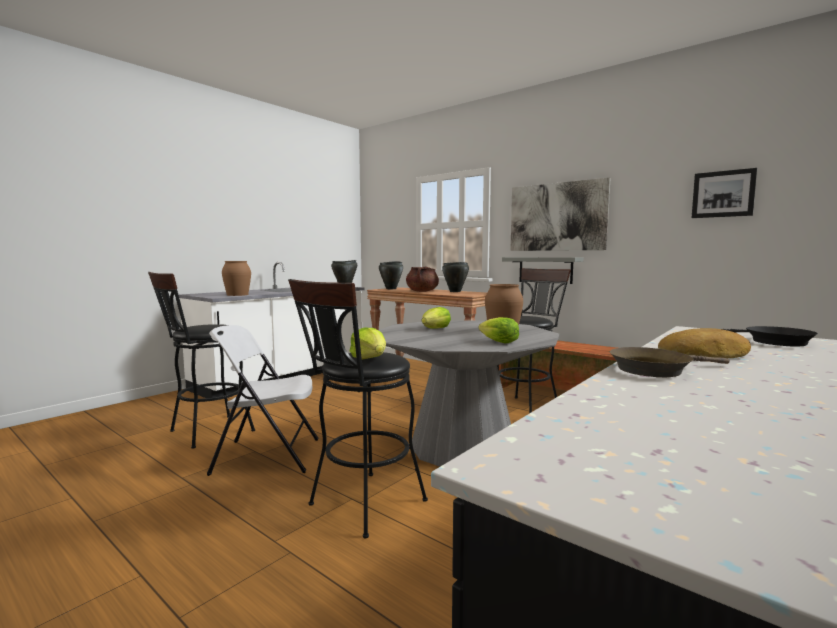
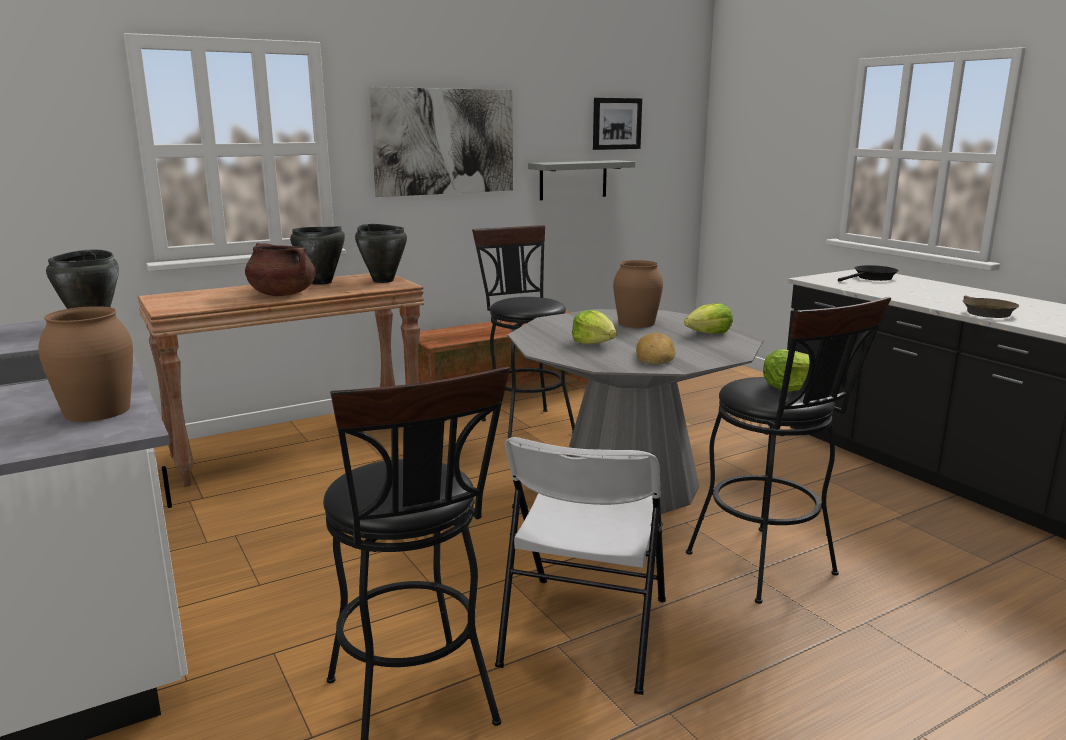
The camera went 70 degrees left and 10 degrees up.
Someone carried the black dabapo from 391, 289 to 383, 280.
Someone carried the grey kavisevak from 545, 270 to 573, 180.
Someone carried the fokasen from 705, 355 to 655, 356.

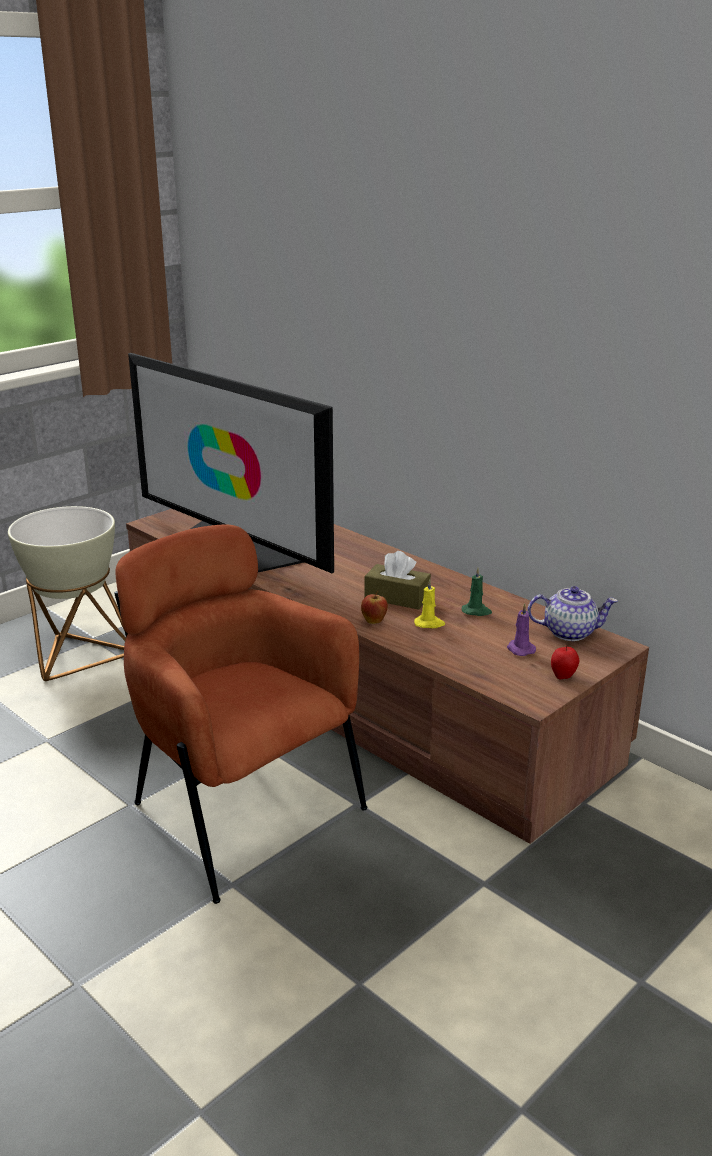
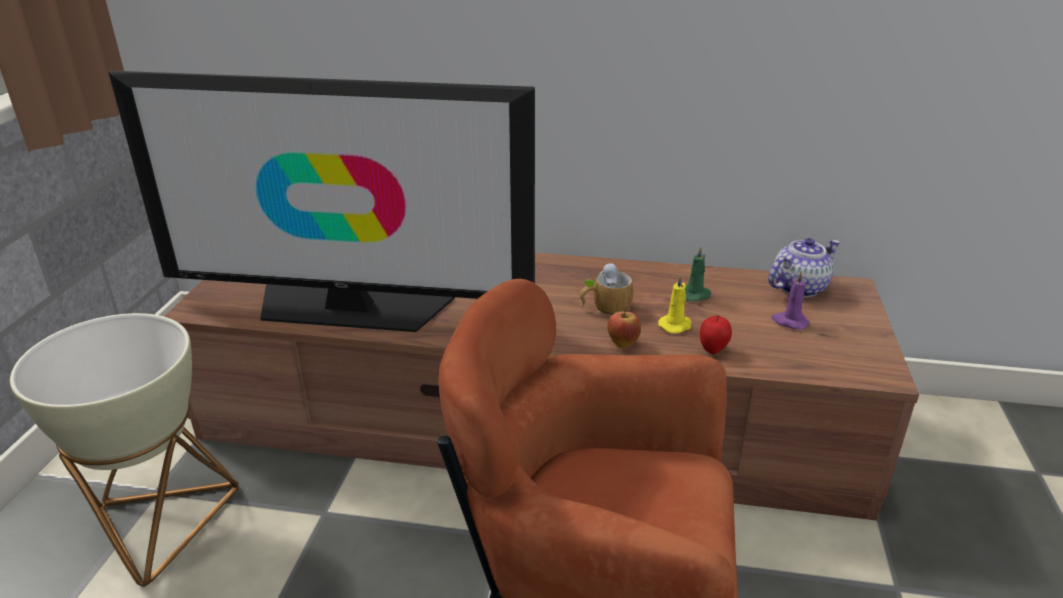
The camera went 35 degrees left and 5 degrees up.
Someone swapped the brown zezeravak at 397, 597 for the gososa at 605, 307.
Someone carried the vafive from 563, 676 to 713, 349.

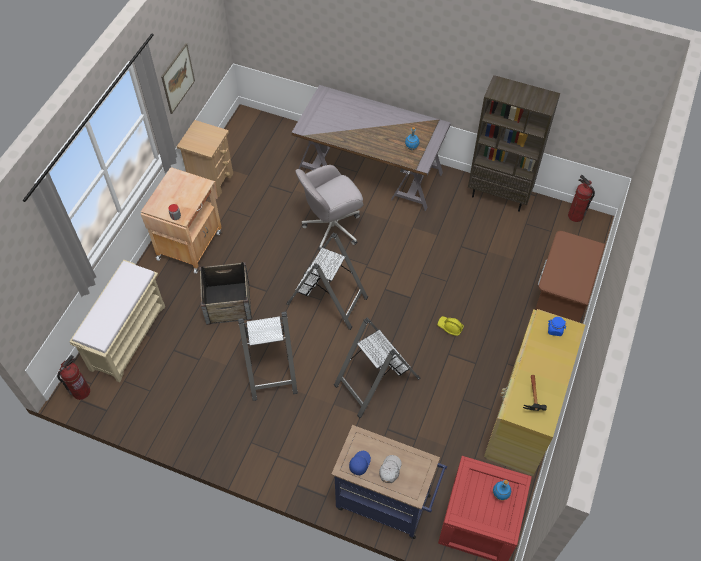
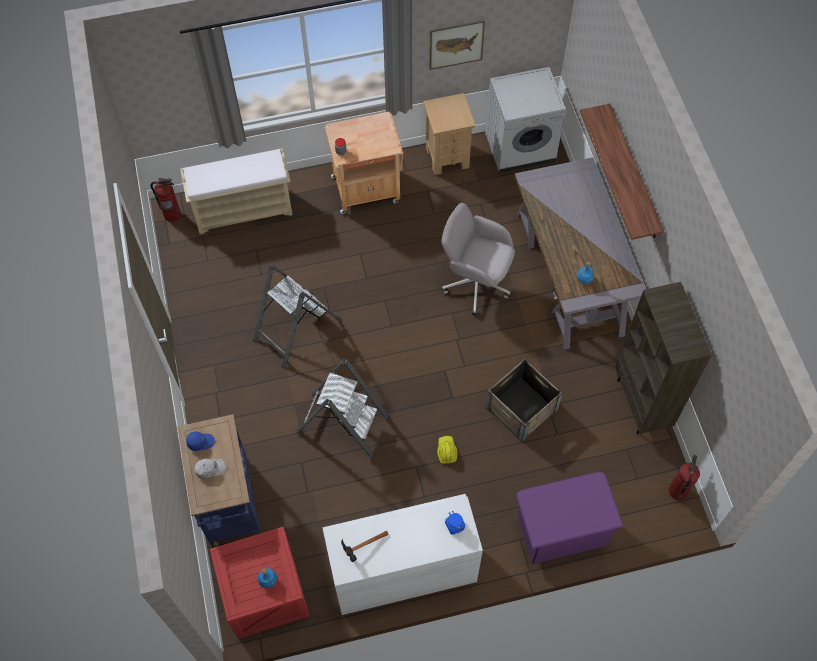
The camera went 55 degrees right and 5 degrees up.
Someone repainted the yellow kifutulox at 524, 413, which became the white kifutulox at 402, 570.
Someone put down the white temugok at 521, 148.
Someone carried the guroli from 227, 302 to 521, 408.
Someone repainted the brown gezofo at 559, 297, which became the purple gezofo at 559, 531.
Someone put up the kavisevak at 634, 173.
Someone took away the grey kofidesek at 328, 300.

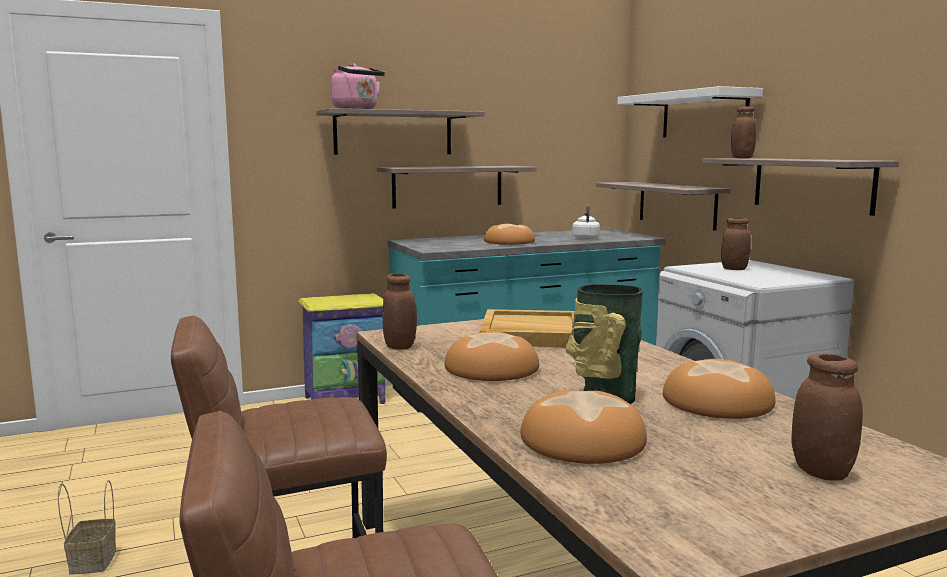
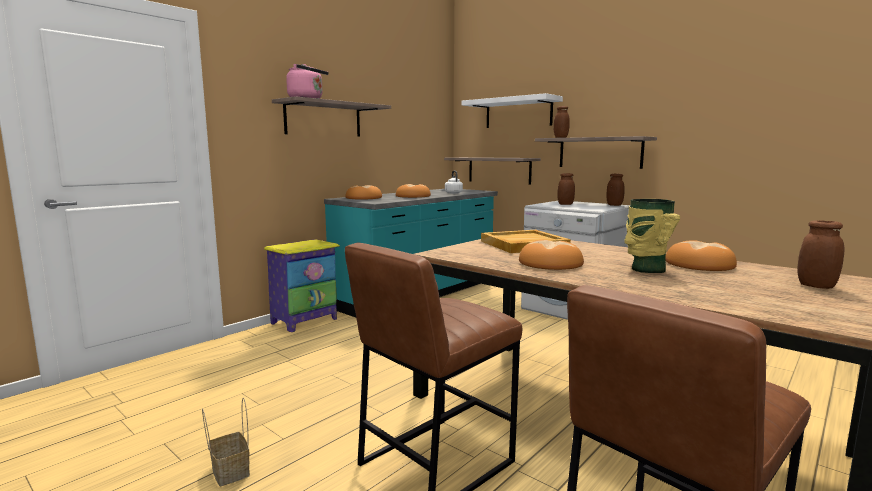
The camera went 25 degrees left and 0 degrees up.
Someone carried the fokasen from 581, 440 to 363, 198.
Someone carried the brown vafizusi from 400, 346 to 614, 205.
Someone took away the kavisevak at 448, 186.

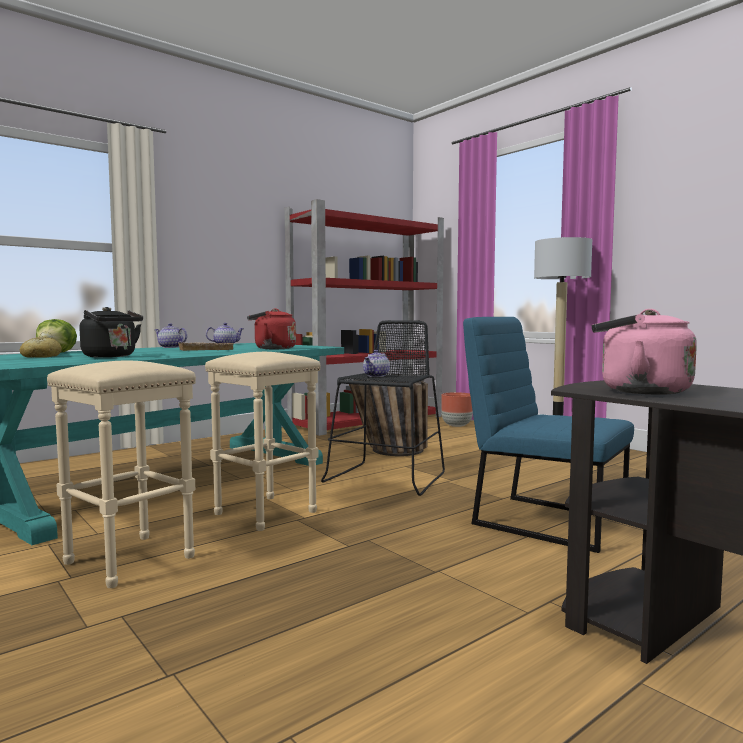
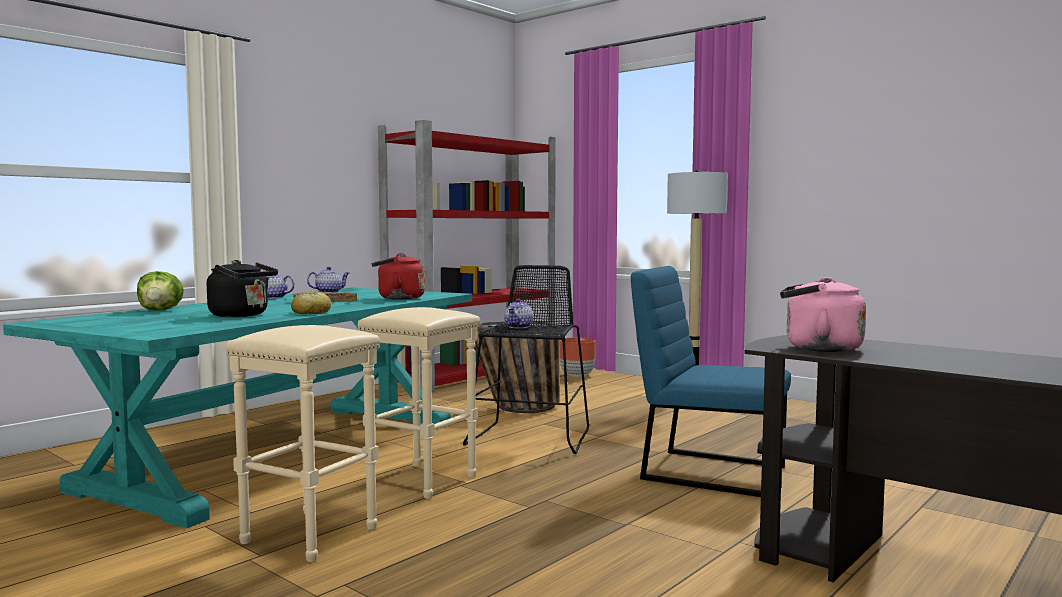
The camera went 10 degrees left and 0 degrees up.
Someone carried the fokasen from 41, 356 to 311, 312.

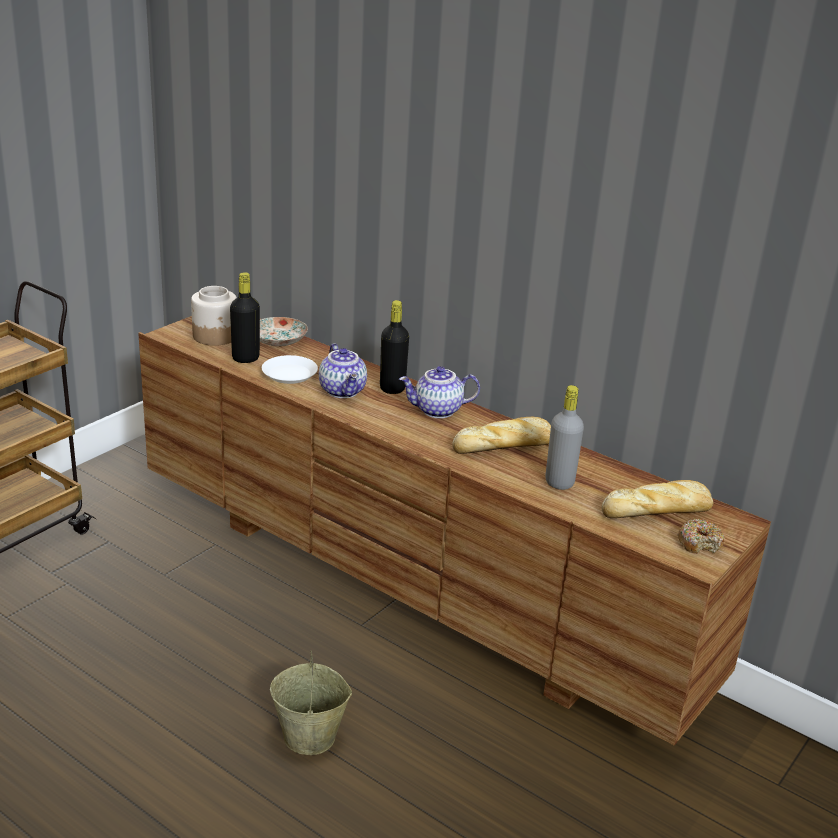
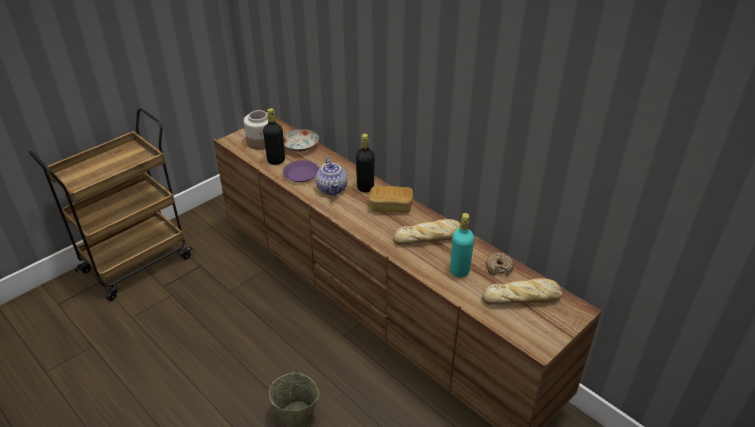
The camera went 10 degrees right and 10 degrees up.
Someone repainted the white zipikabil at 289, 374, which became the purple zipikabil at 301, 174.
Someone swapped the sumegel at 437, 411 for the fokasen at 391, 207.
Someone repainted the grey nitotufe at 559, 482, which became the turquoise nitotufe at 459, 271.
Someone carried the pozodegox from 699, 543 to 499, 268.

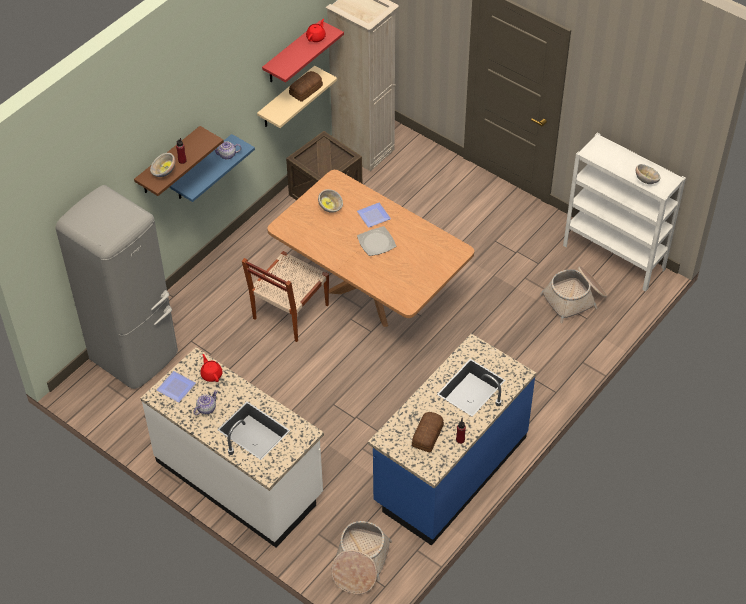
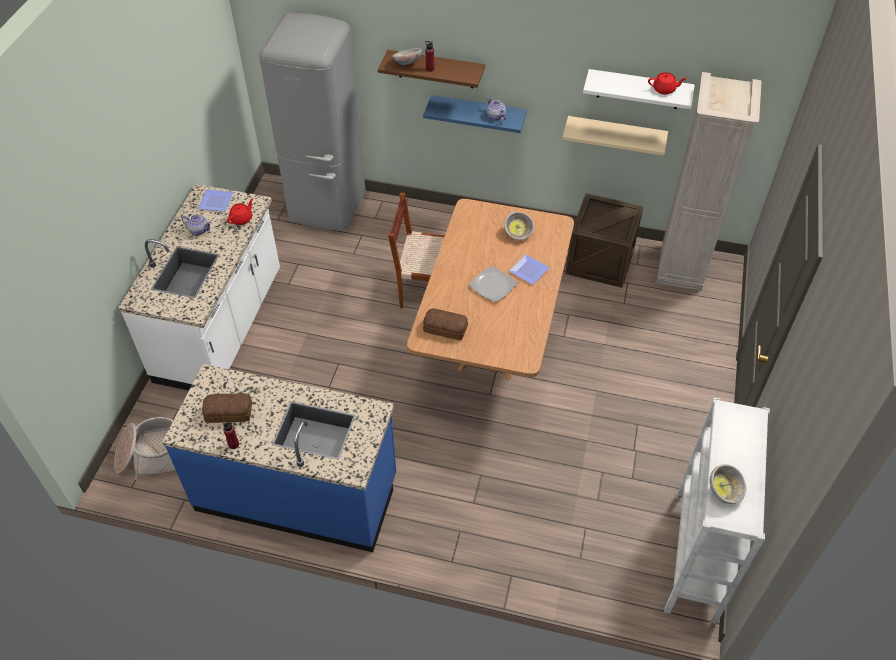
The camera went 65 degrees right and 0 degrees up.
Someone carried the fokasen from 306, 90 to 446, 329.
Someone repainted the red kavisevak at 292, 53, which became the white kavisevak at 638, 89.
Someone took away the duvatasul at 575, 299.

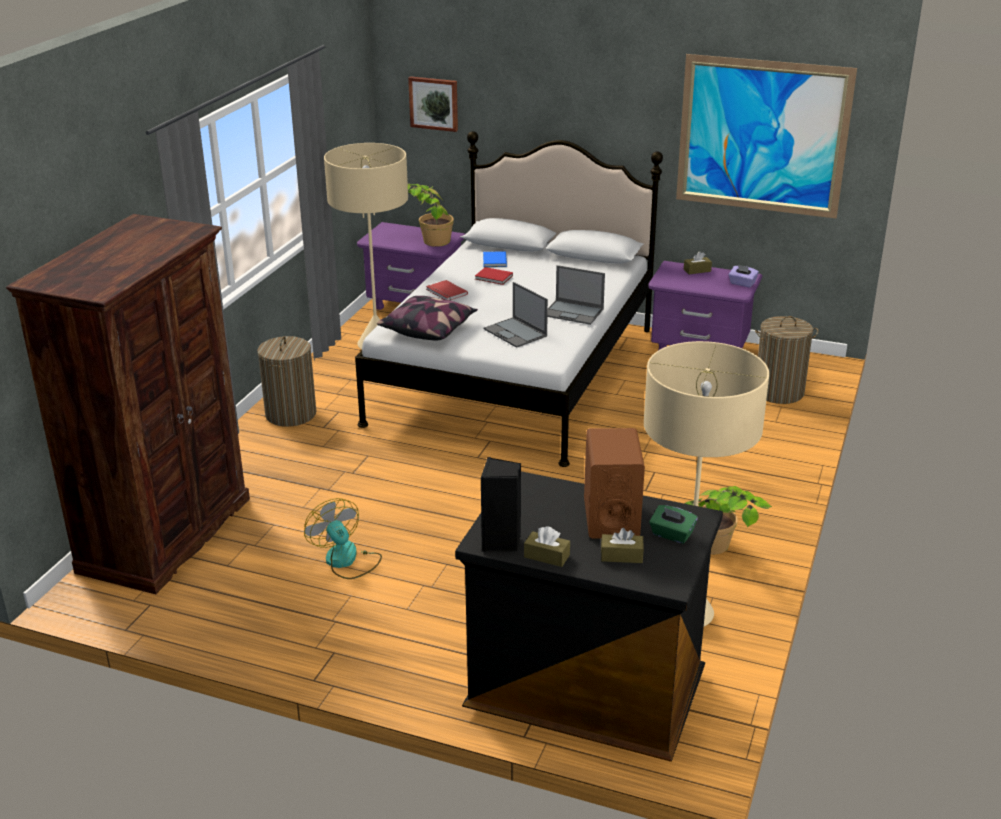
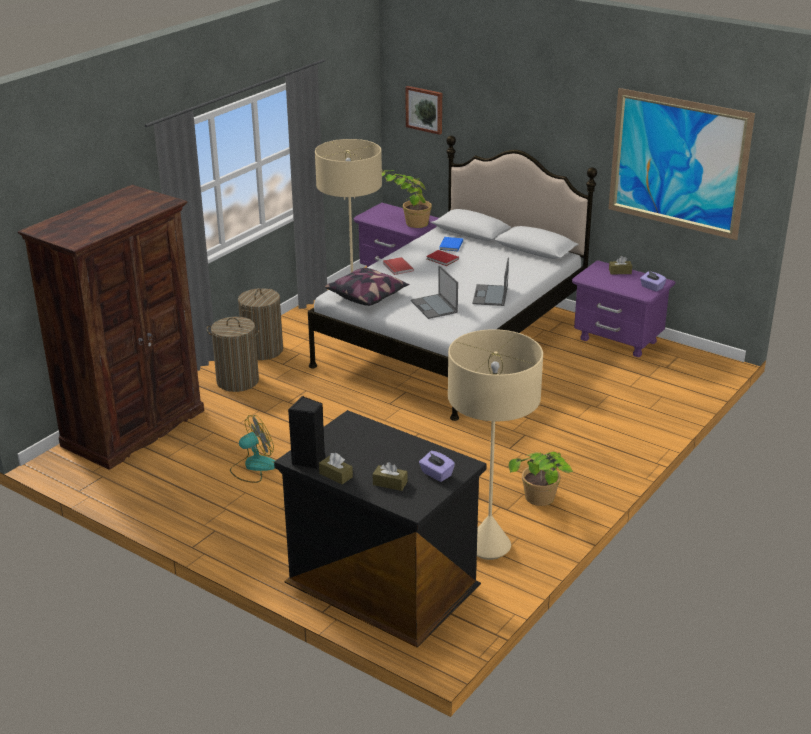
The camera went 15 degrees right and 0 degrees up.
Someone carried the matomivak from 778, 392 to 237, 381.
Someone rotated the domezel at 346, 561 by 75 degrees clockwise.
Someone repainted the green zezeravak at 671, 535, which became the purple zezeravak at 436, 474.
Someone rotated the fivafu at 574, 312 by 60 degrees clockwise.
Someone took away the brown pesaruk at 611, 518.

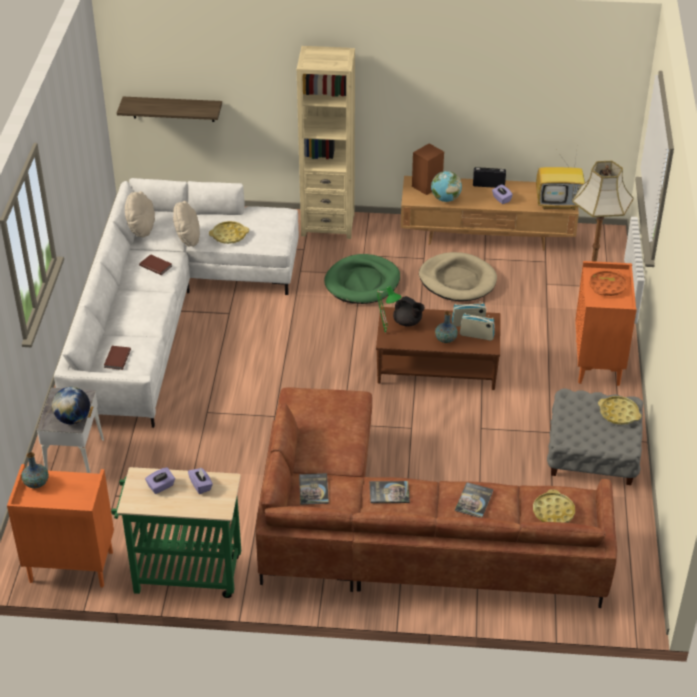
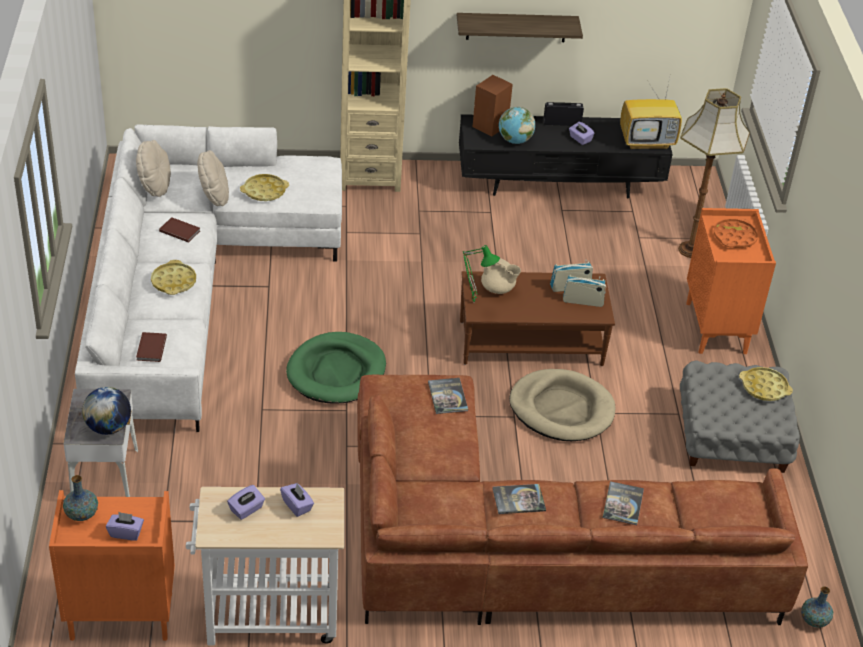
The camera went 10 degrees left and 0 degrees up.
Someone put down the purple zezeravak at 126, 533.
Someone carried the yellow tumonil from 553, 512 to 174, 281.
Someone repainted the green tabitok at 185, 575, which became the white tabitok at 269, 617.
Someone carried the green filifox from 362, 282 to 336, 372.
Someone carried the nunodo from 313, 489 to 447, 396.
Someone carried the kavisevak from 173, 109 to 516, 27.
Someone repainted the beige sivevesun at 486, 235, which became the black sivevesun at 558, 182.
Someone repainted the black sumegel at 408, 322, which became the beige sumegel at 498, 289.
Someone carried the beige filifox from 457, 280 to 561, 409.
Someone carried the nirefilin from 445, 339 to 814, 620.

